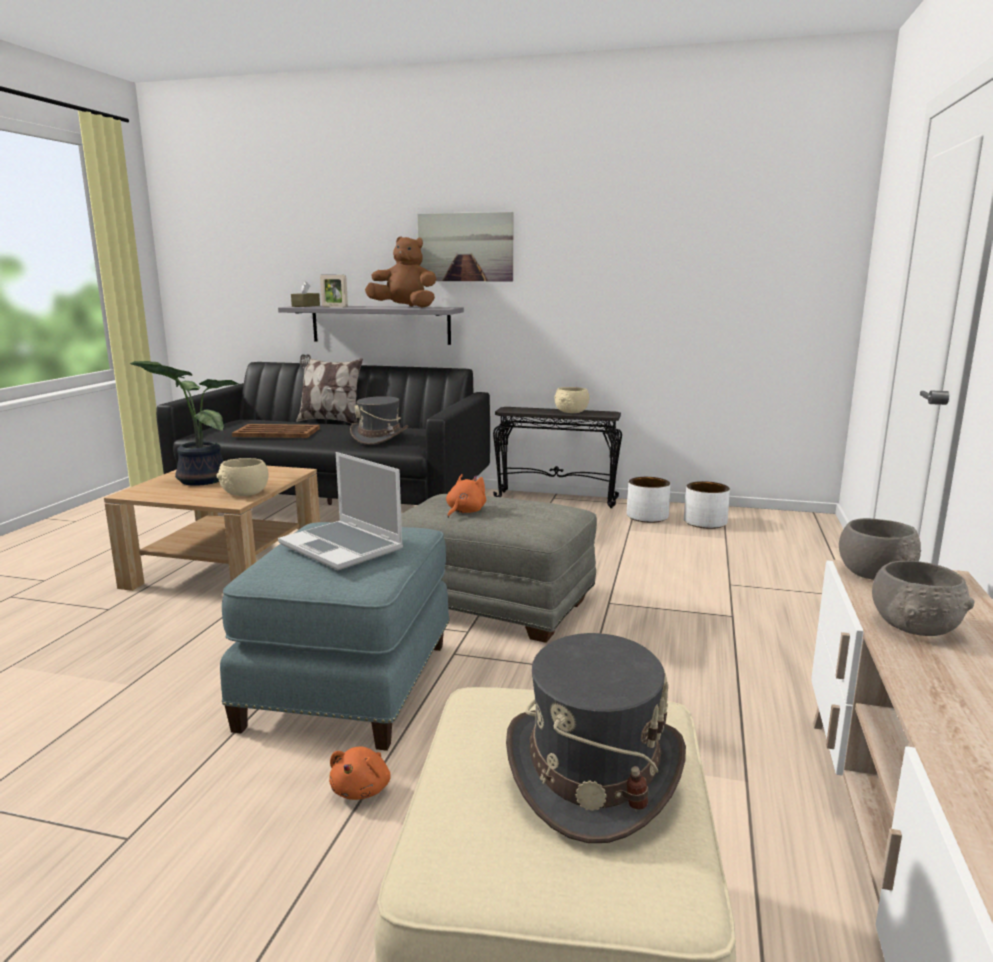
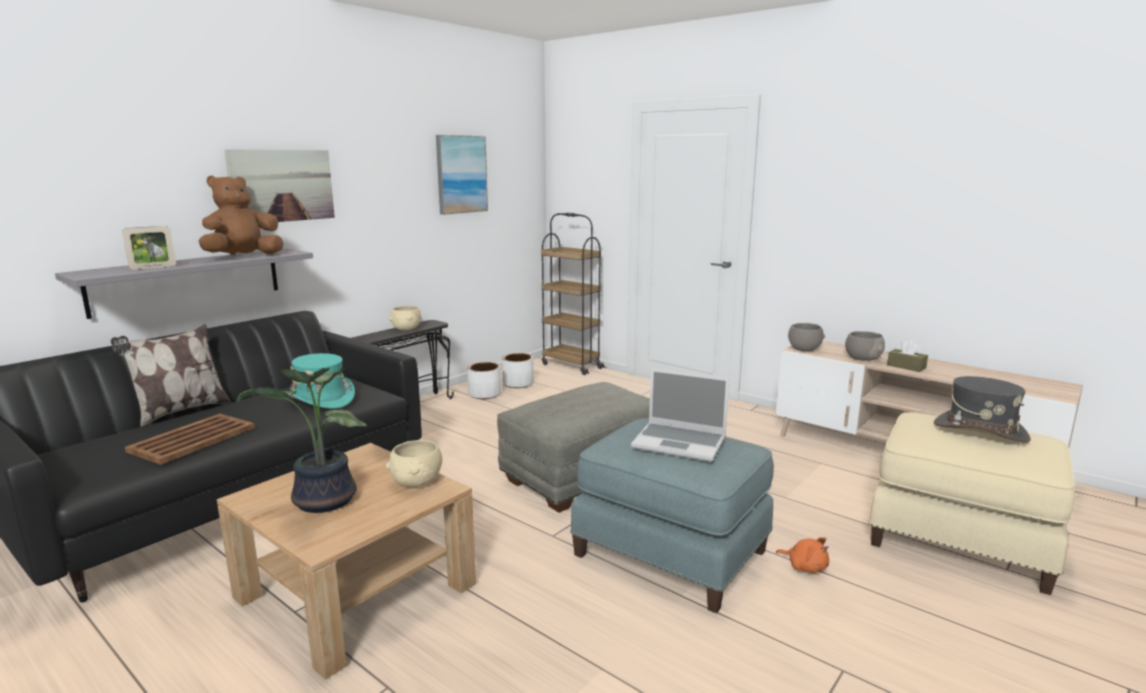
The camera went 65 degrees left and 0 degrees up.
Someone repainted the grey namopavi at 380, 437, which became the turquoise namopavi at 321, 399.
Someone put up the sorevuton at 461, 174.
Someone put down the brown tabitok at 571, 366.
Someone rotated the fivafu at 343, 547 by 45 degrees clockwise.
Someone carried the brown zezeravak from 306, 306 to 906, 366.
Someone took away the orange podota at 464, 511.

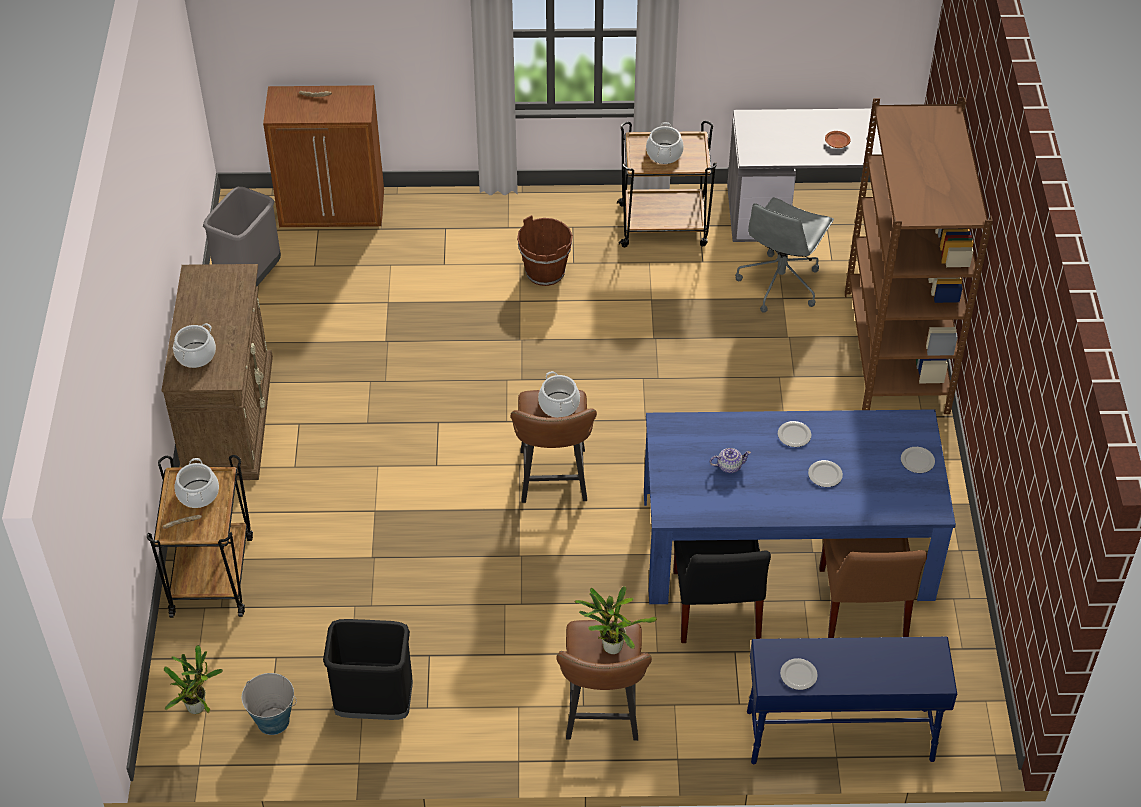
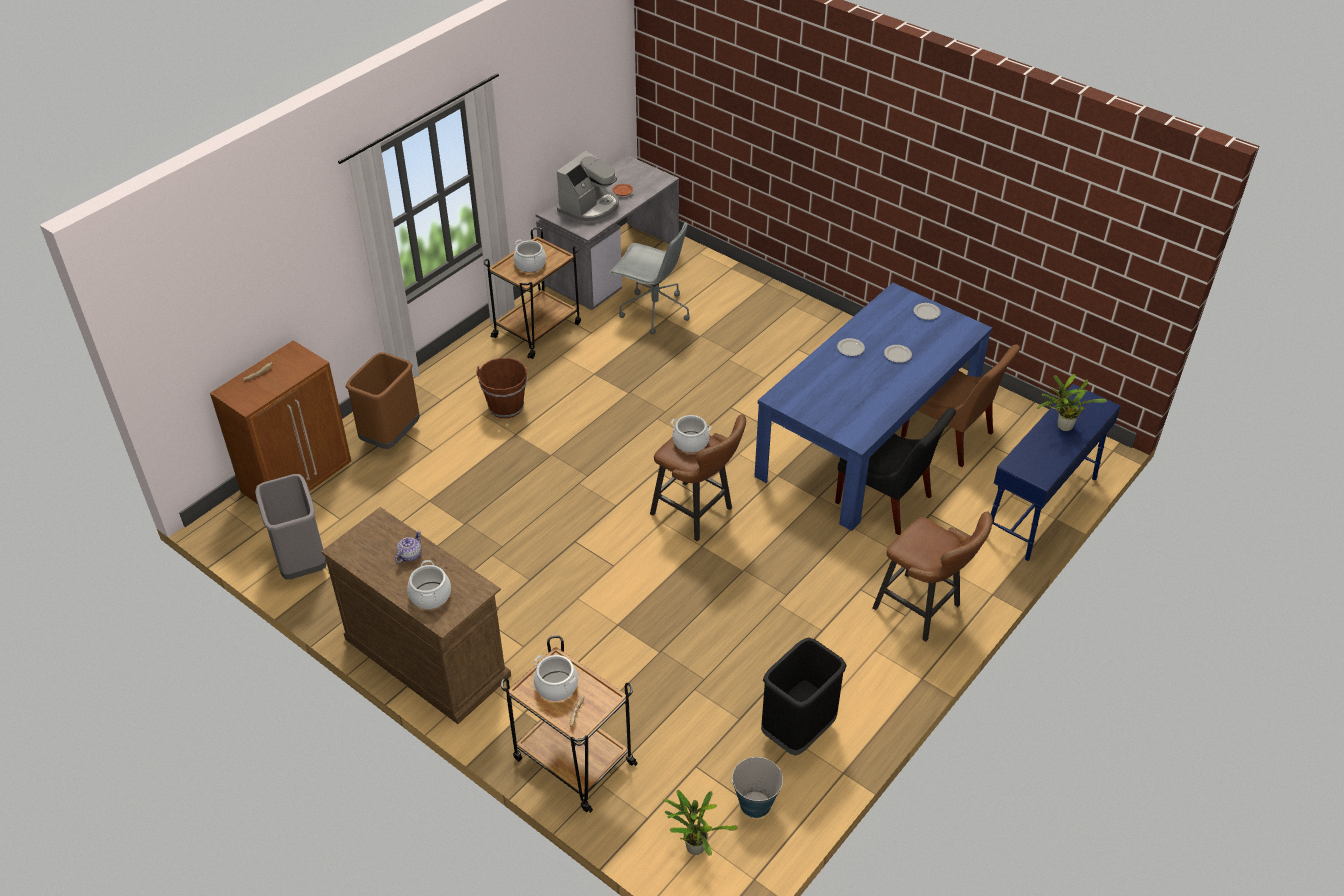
The camera went 50 degrees left and 5 degrees down.
Someone put down the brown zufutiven at 391, 436.
Someone carried the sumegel from 729, 466 to 409, 555.
Someone put down the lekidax at 589, 207.
Someone rotated the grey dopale at 781, 282 by 45 degrees counterclockwise.
Someone carried the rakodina from 610, 645 to 1062, 427.
Someone took away the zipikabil at 798, 674.
Someone took away the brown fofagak at 895, 352.

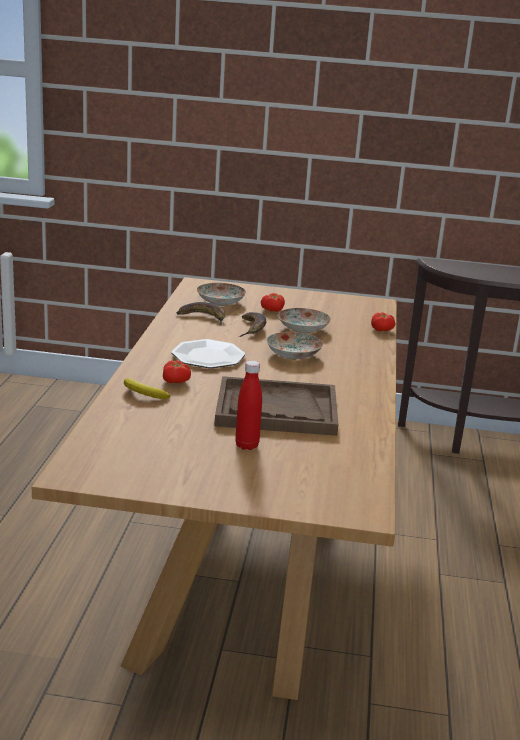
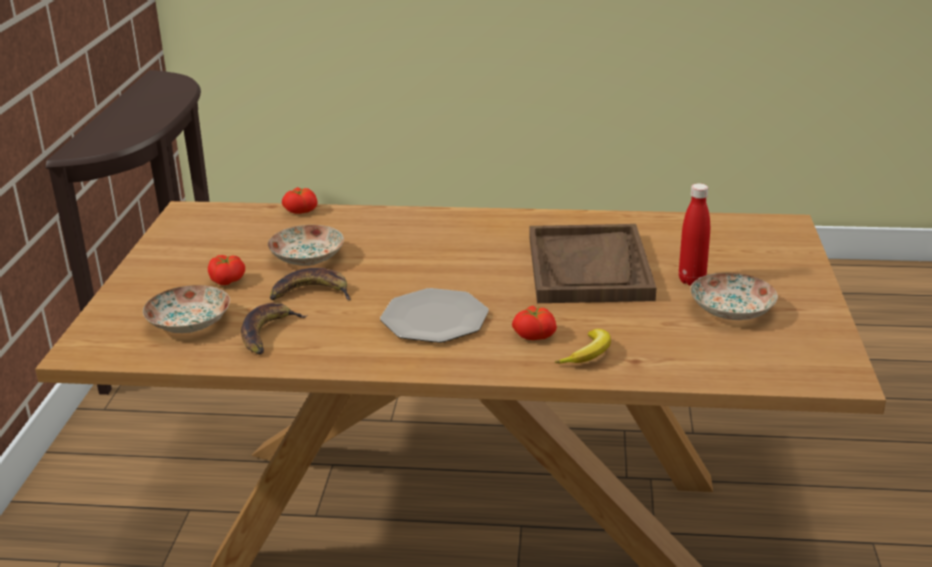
The camera went 90 degrees left and 5 degrees up.
Someone carried the zipikabil from 293, 355 to 732, 310.

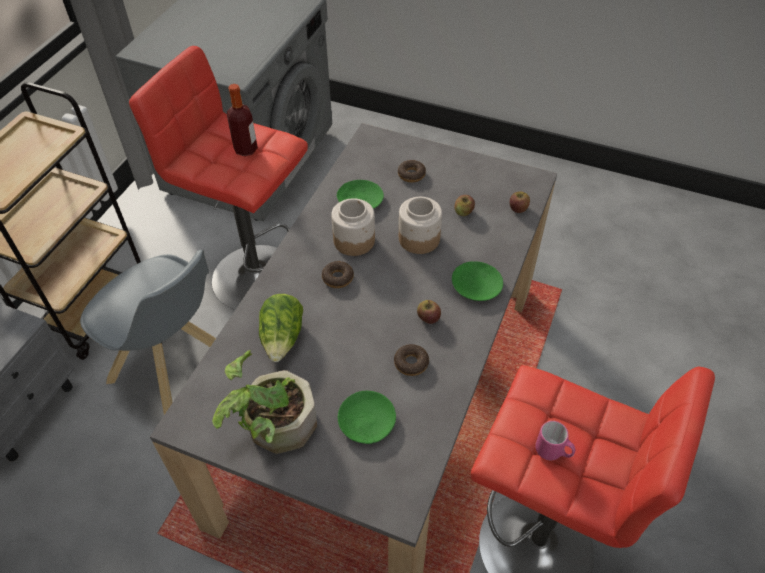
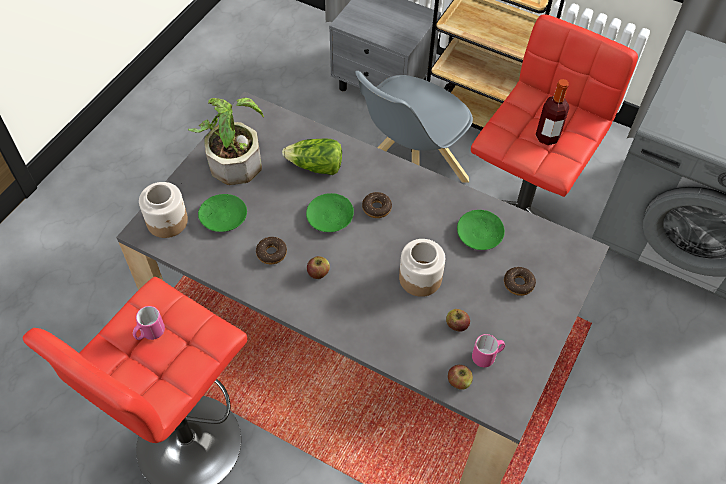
The camera went 95 degrees right and 5 degrees up.
Someone carried the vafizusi from 354, 240 to 167, 221.
Someone carried the green zipikabil from 476, 285 to 330, 216.
Someone put down the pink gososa at 487, 356.

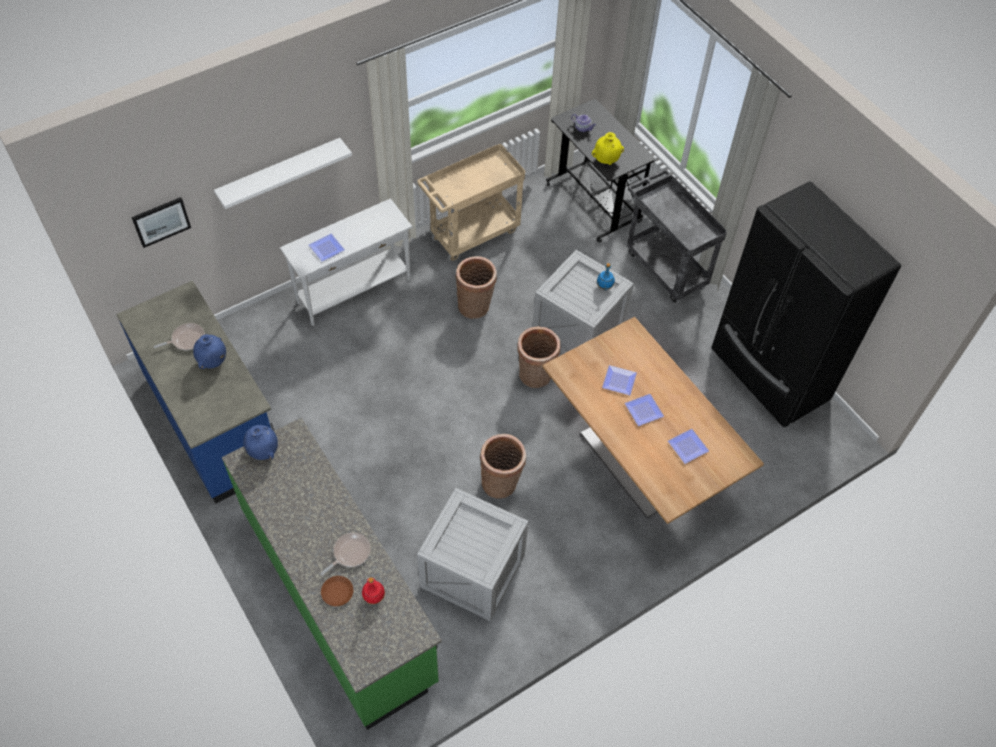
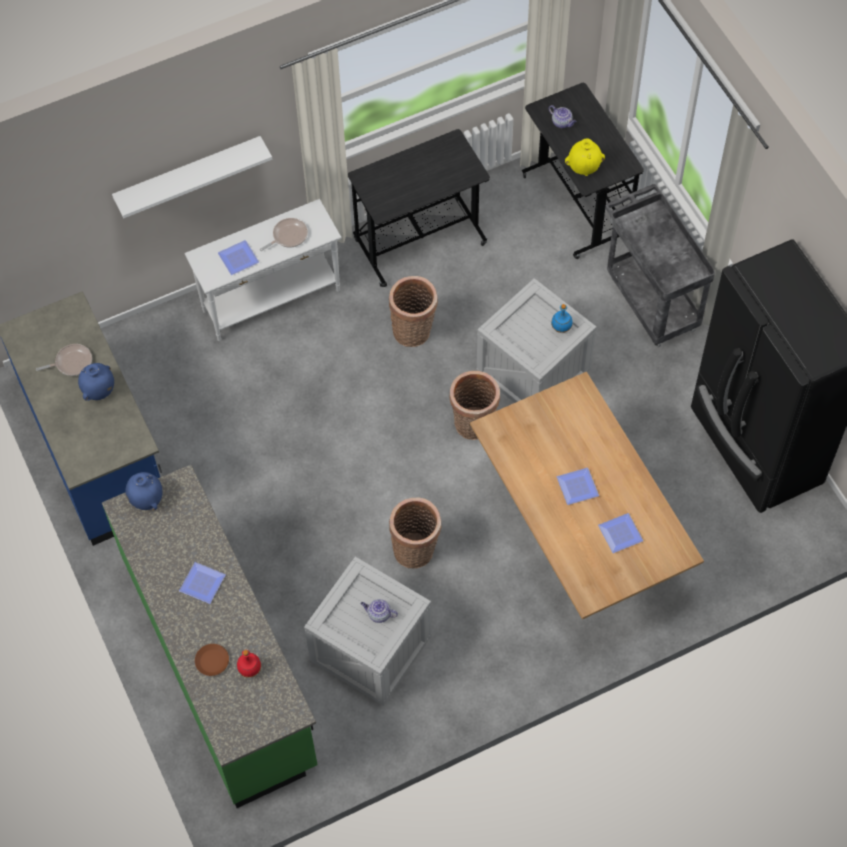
The camera went 10 degrees right and 5 degrees up.
Someone carried the zipikabil from 620, 380 to 204, 583.
Someone carried the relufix from 350, 553 to 288, 236.
Someone swapped the beige tabitok at 471, 238 for the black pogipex at 420, 241.
Someone put down the sumegel at 379, 614.
Someone took away the sorevuton at 161, 221.

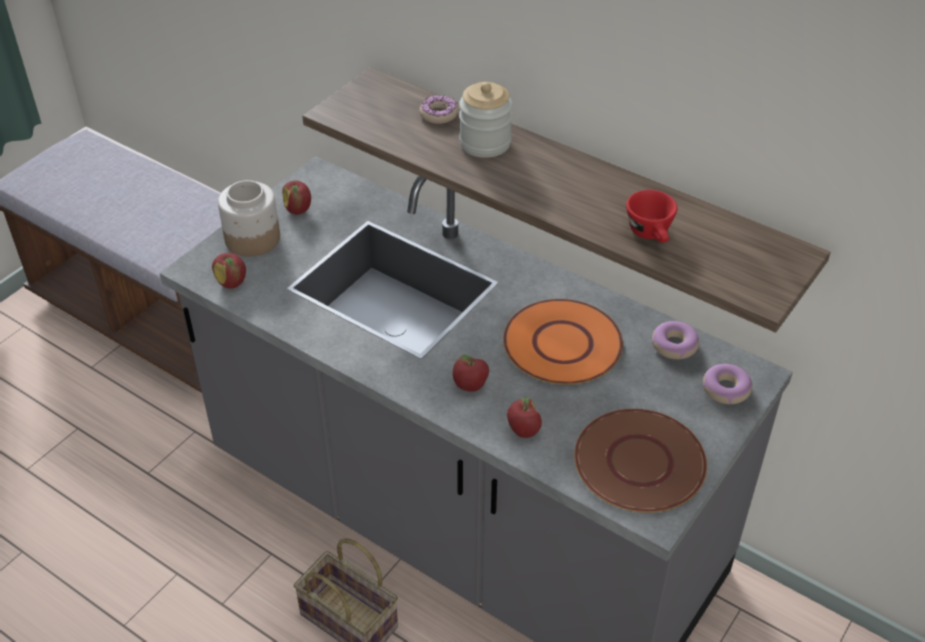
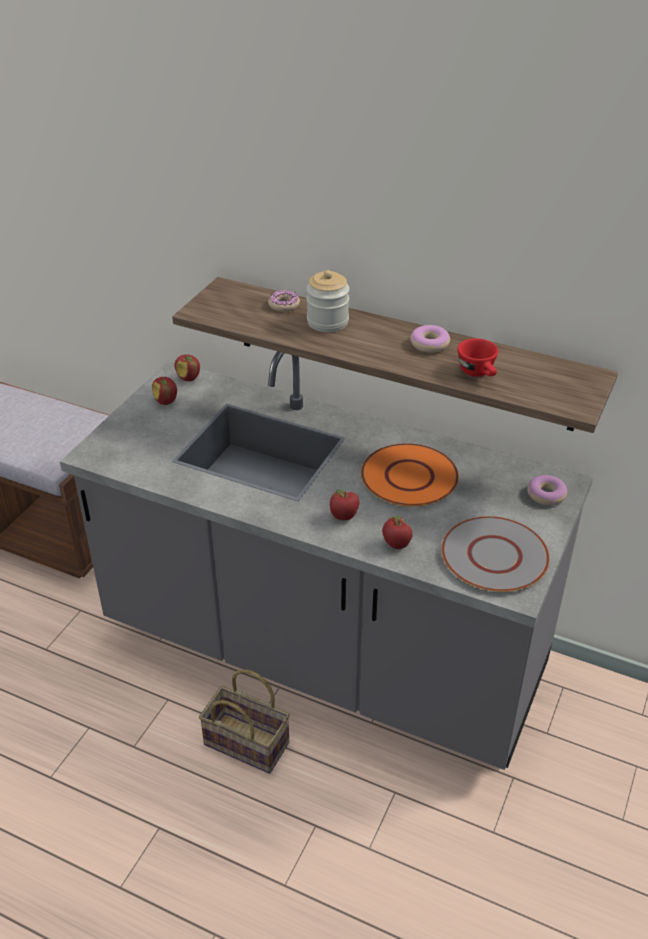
The camera went 10 degrees left and 5 degrees down.
Someone carried the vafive from 232, 283 to 189, 378.
Someone carried the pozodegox from 674, 345 to 429, 344.
Someone repainted the brown zipikabil at 638, 462, which became the grey zipikabil at 493, 555.
Someone took away the vafizusi at 252, 239.

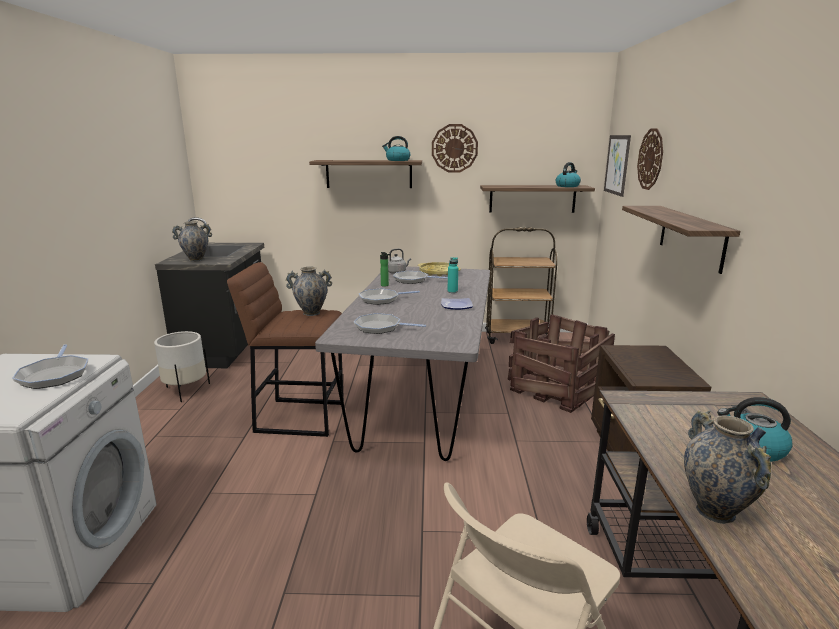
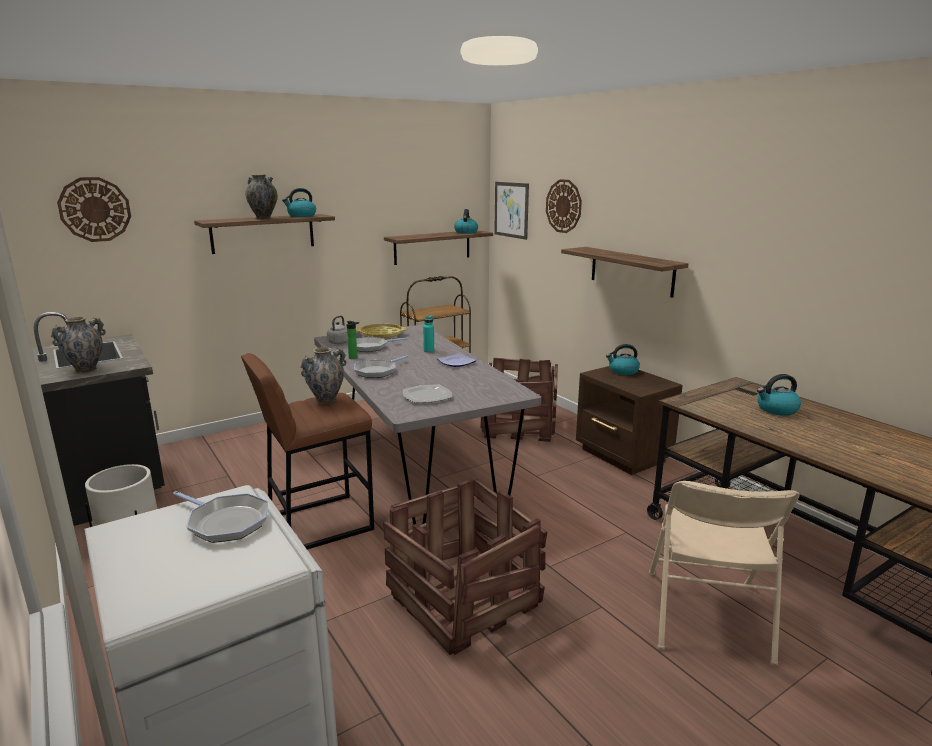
The camera went 35 degrees left and 0 degrees up.
Someone carried the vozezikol from 454, 148 to 95, 209.
Someone carried the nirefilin from 715, 511 to 263, 218.
Someone put down the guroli at 462, 601.
Someone swapped the relufix at 380, 327 for the zipikabil at 427, 396.
Someone put down the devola at 623, 371.

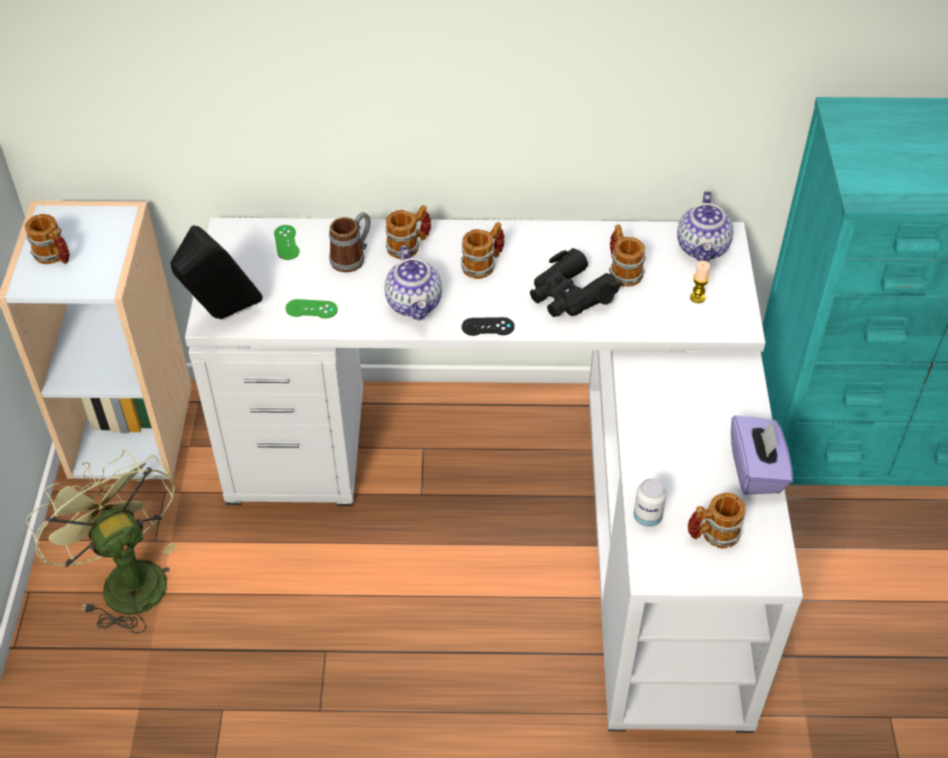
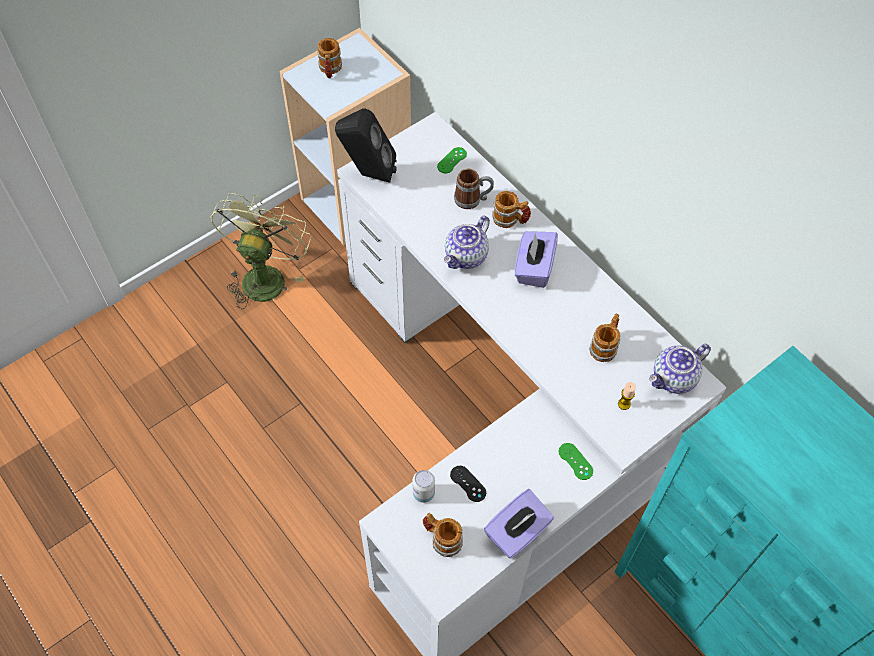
The camera went 50 degrees right and 10 degrees up.
Someone carried the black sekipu from 488, 327 to 468, 484.
Someone swapped the gososa at 483, 264 for the purple zezeravak at 533, 268.
Someone carried the green sekipu from 311, 309 to 575, 461.
Someone took away the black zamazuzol at 570, 295.

